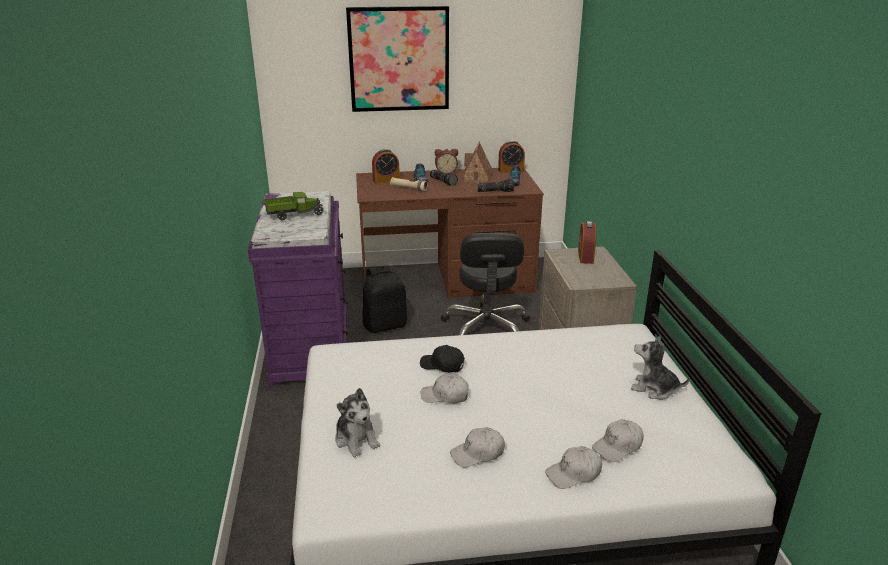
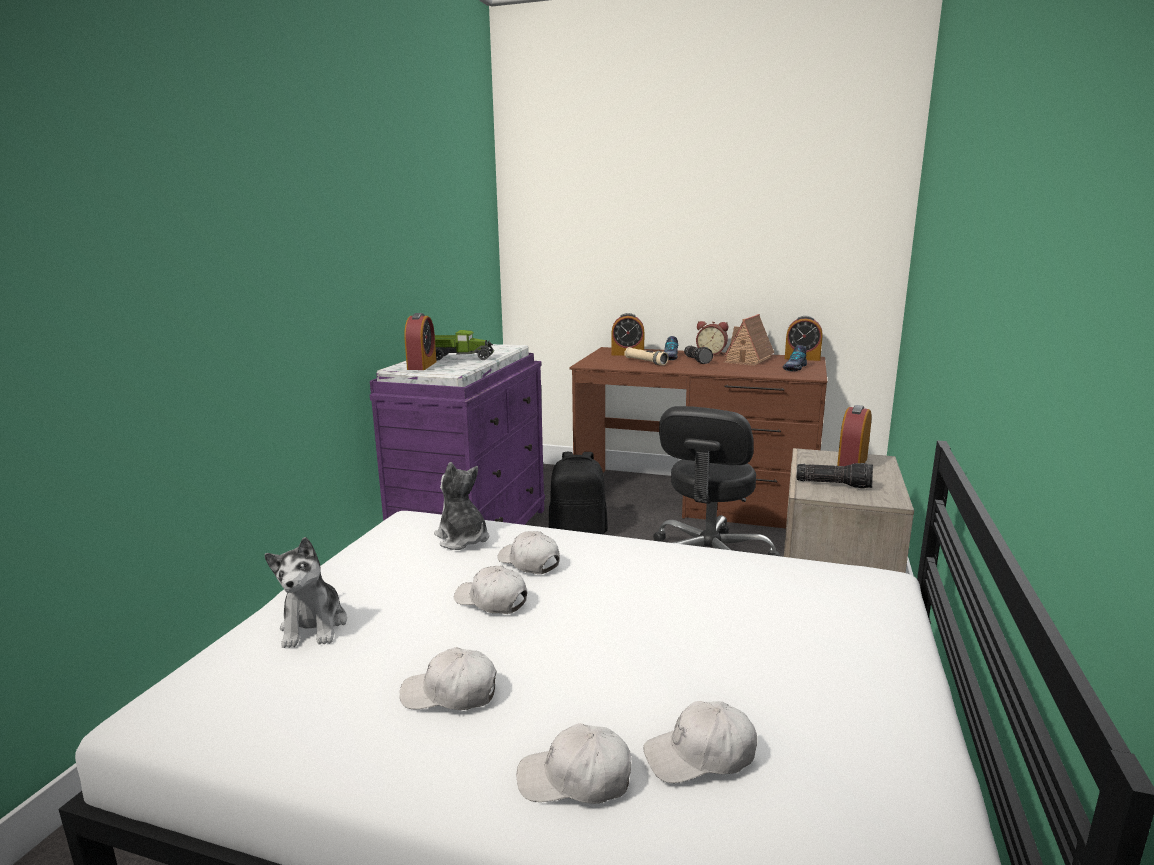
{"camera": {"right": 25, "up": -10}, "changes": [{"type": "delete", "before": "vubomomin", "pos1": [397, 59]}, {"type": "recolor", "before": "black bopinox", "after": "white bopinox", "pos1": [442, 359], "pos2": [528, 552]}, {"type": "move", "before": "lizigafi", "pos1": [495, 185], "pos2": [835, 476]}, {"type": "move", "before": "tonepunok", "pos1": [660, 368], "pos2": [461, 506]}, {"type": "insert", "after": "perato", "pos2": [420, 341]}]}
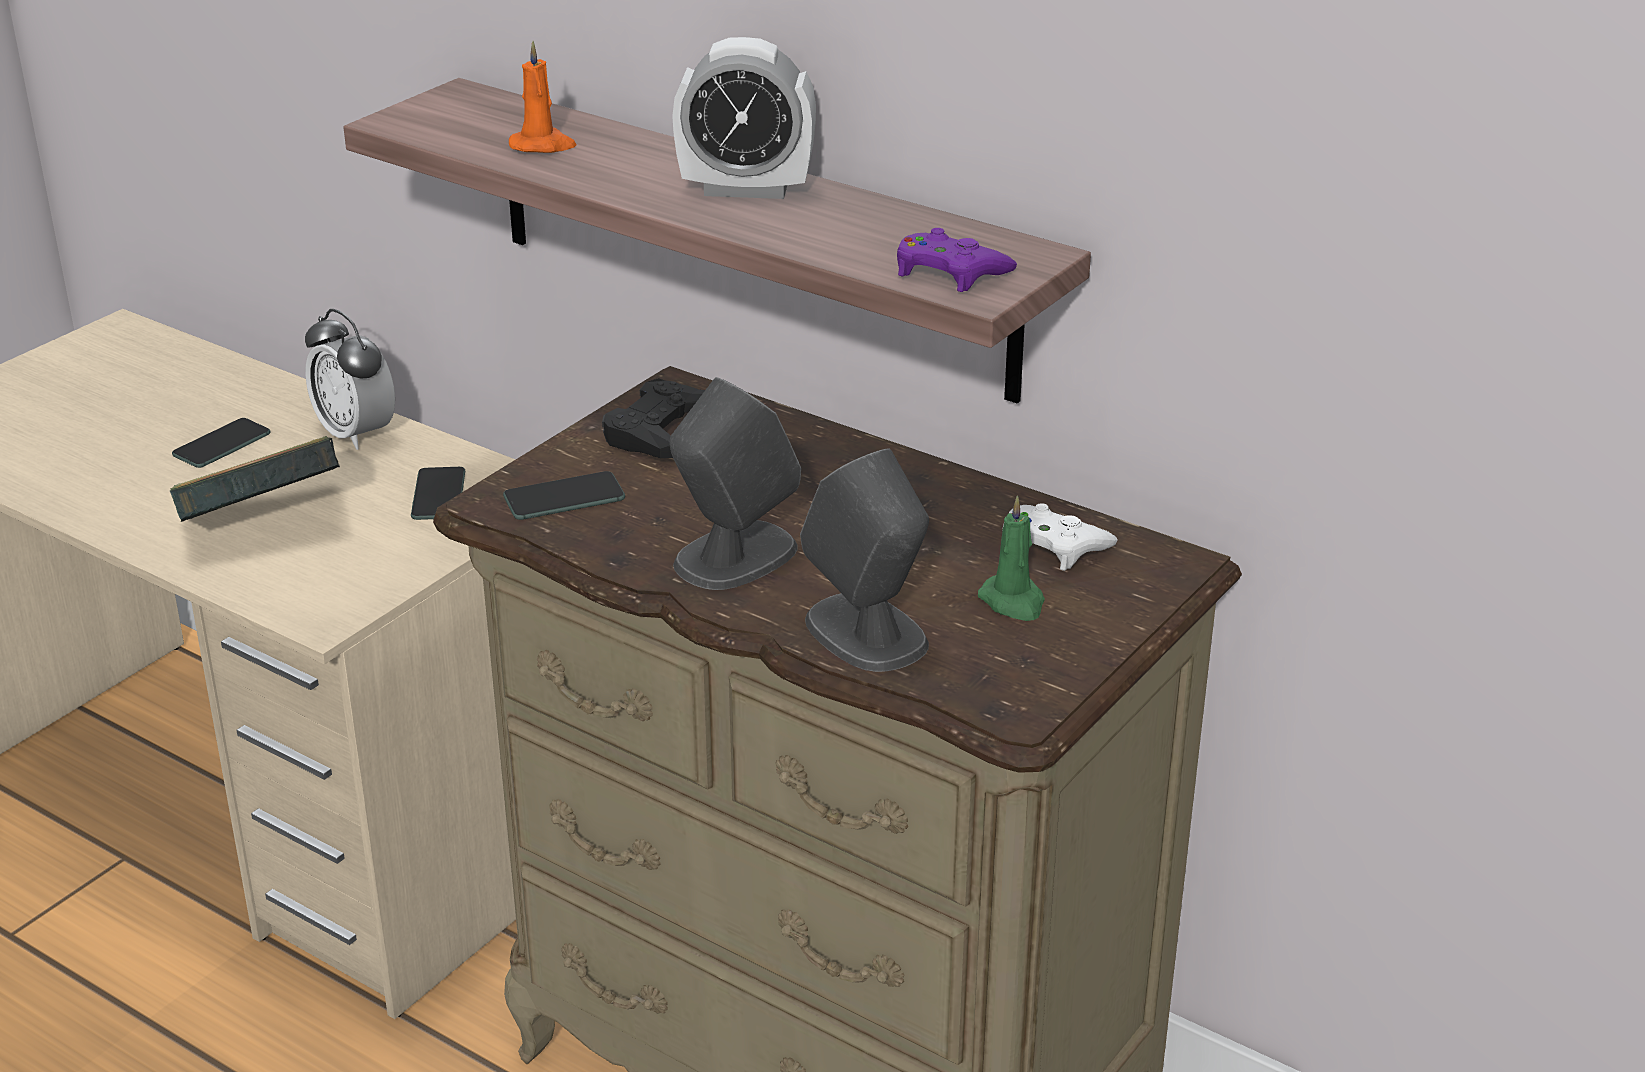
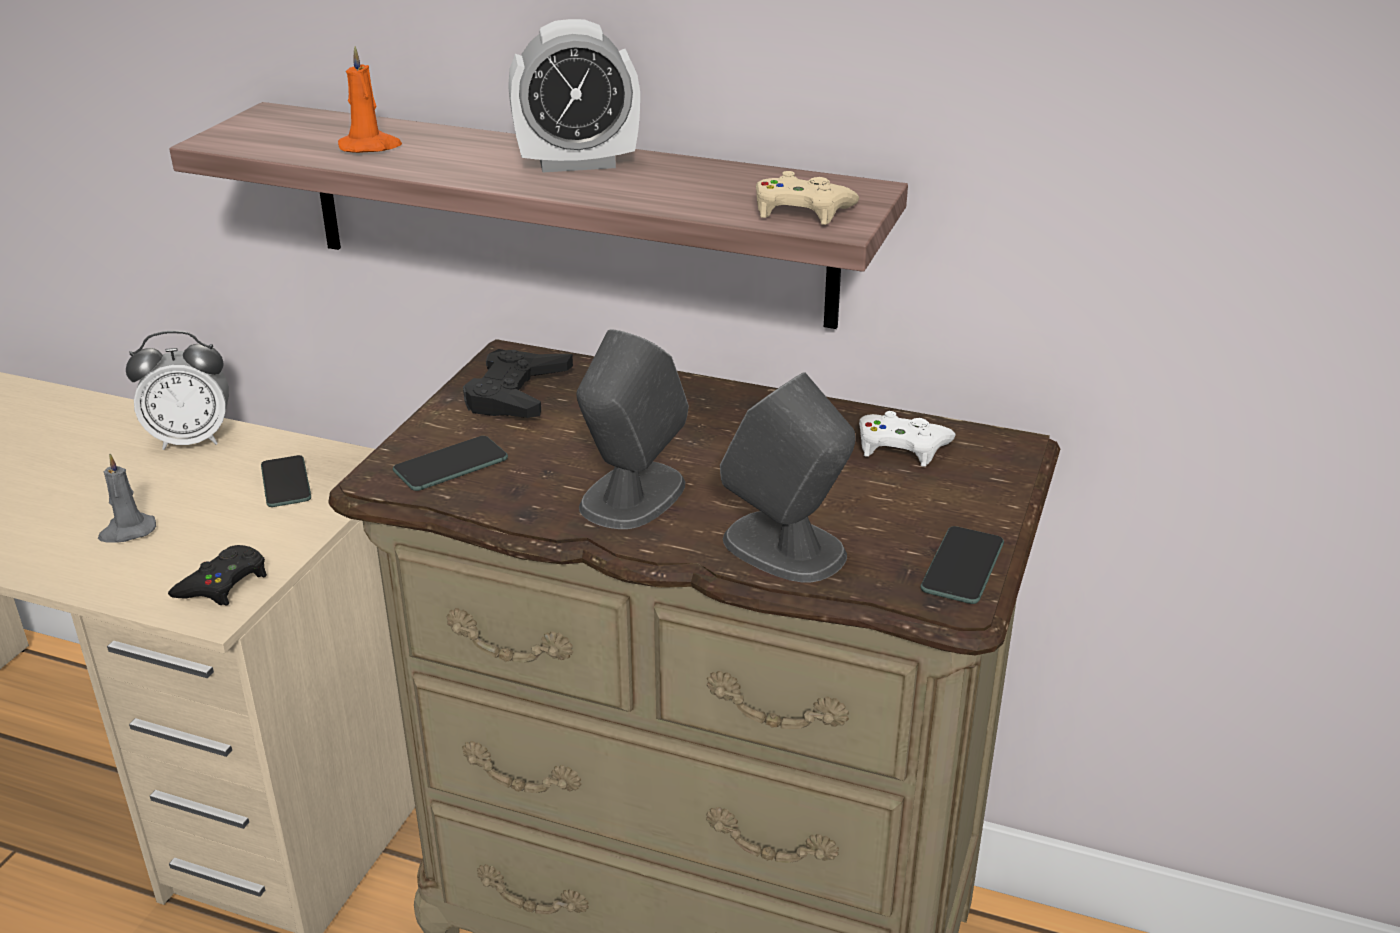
{"camera": {"right": -15, "up": 0}, "changes": [{"type": "replace", "before": "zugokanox", "after": "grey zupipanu", "pos1": [255, 479], "pos2": [127, 498]}, {"type": "move", "before": "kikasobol", "pos1": [221, 443], "pos2": [962, 565]}, {"type": "rotate", "before": "perato", "pos1": [350, 379], "pos2": [177, 390], "turn": -45}, {"type": "recolor", "before": "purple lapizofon", "after": "beige lapizofon", "pos1": [957, 260], "pos2": [807, 198]}, {"type": "delete", "before": "green zupipanu", "pos1": [1011, 558]}, {"type": "insert", "after": "black lapizofon", "pos2": [217, 575]}]}
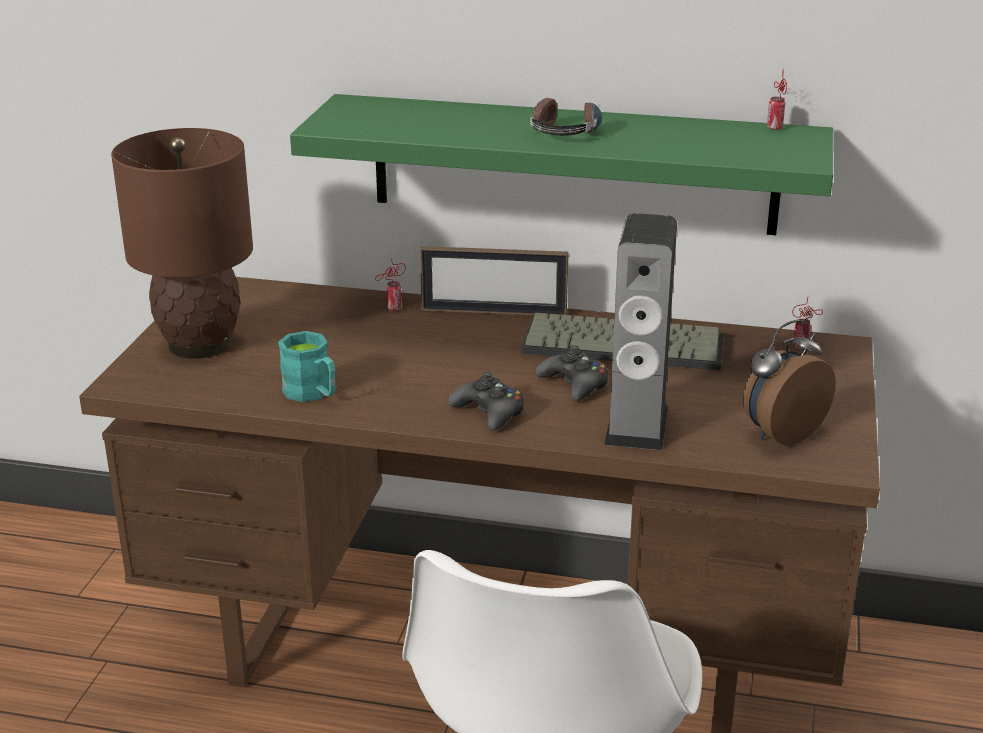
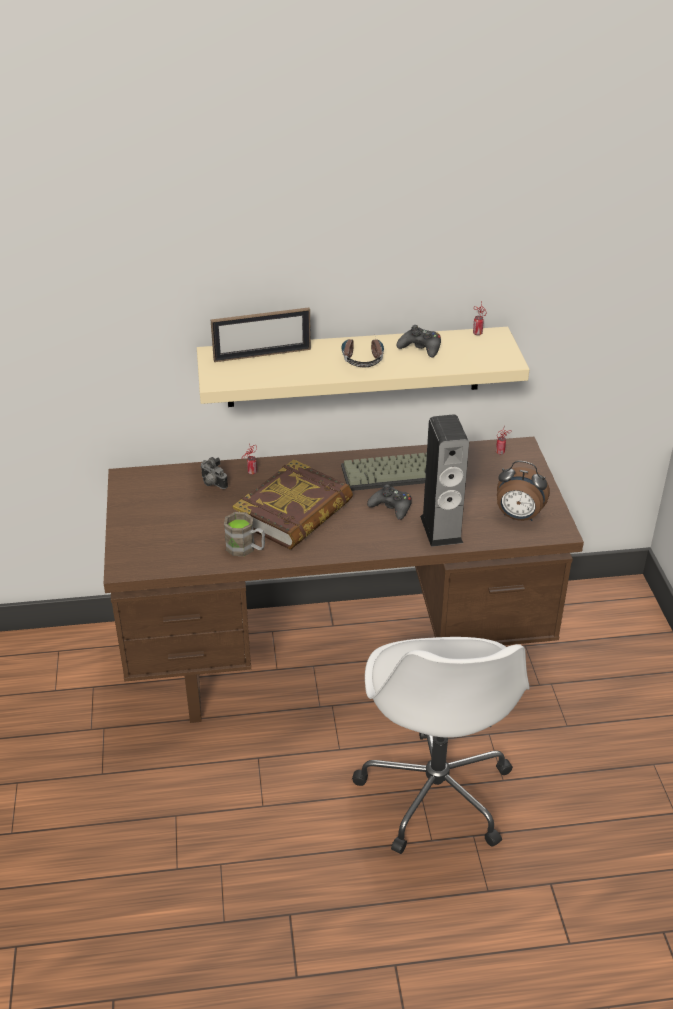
{"camera": {"right": -20, "up": 10}, "changes": [{"type": "delete", "before": "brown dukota", "pos1": [182, 243]}, {"type": "recolor", "before": "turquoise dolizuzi", "after": "brown dolizuzi", "pos1": [306, 366], "pos2": [244, 534]}, {"type": "recolor", "before": "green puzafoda", "after": "beige puzafoda", "pos1": [561, 164], "pos2": [363, 367]}, {"type": "move", "before": "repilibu", "pos1": [494, 281], "pos2": [261, 334]}, {"type": "move", "before": "black lapizofon", "pos1": [486, 401], "pos2": [419, 341]}, {"type": "rotate", "before": "perato", "pos1": [789, 382], "pos2": [523, 491], "turn": -105}, {"type": "insert", "after": "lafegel", "pos2": [214, 473]}, {"type": "insert", "after": "zugokanox", "pos2": [293, 505]}]}
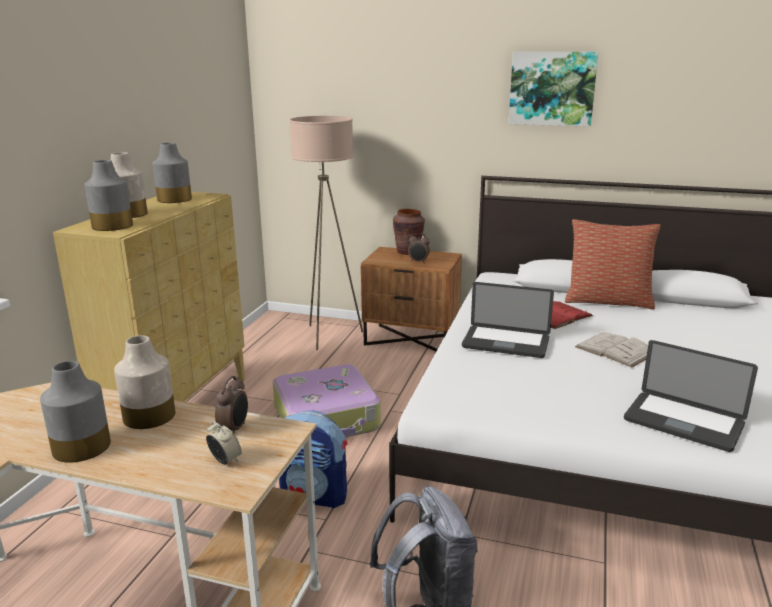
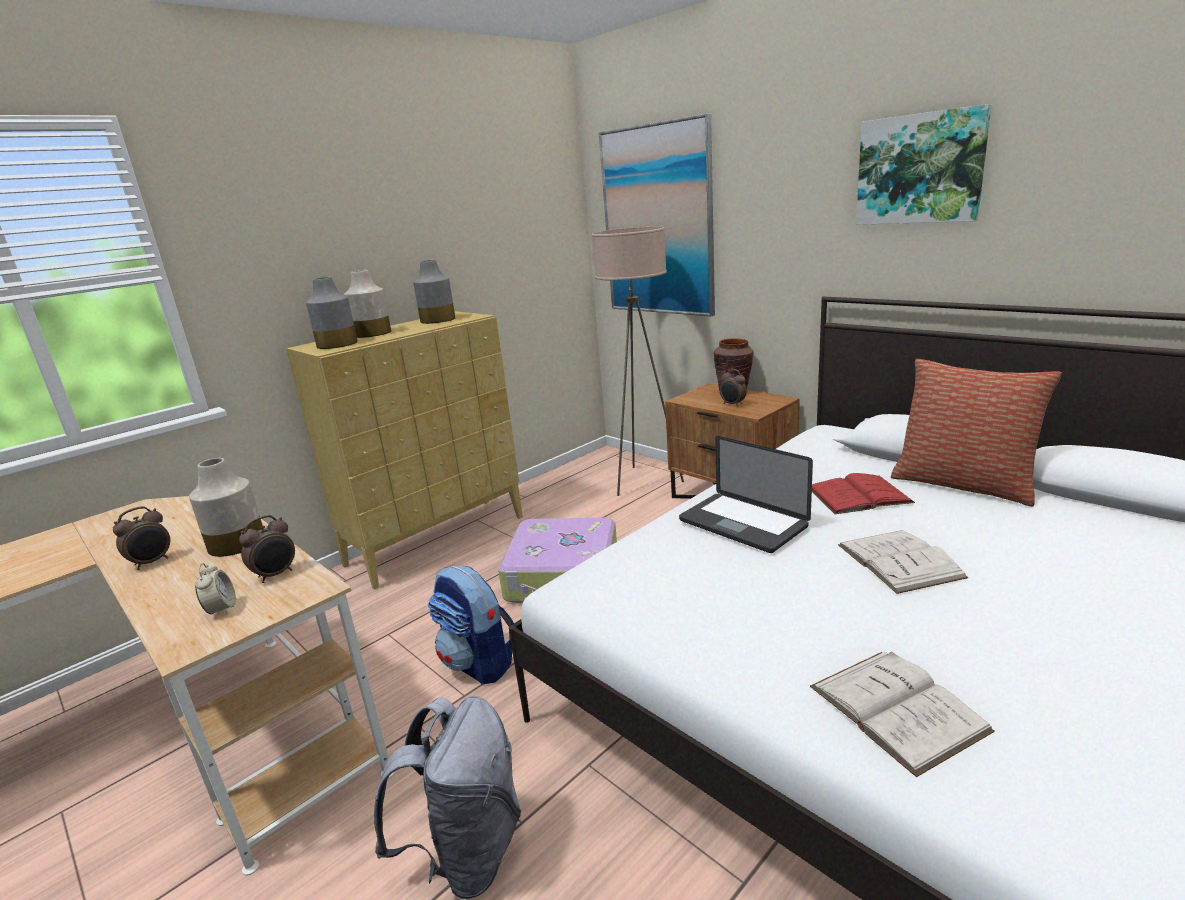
{"camera": {"right": 30, "up": 0}, "changes": [{"type": "replace", "before": "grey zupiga", "after": "perato", "pos1": [75, 412], "pos2": [141, 538]}, {"type": "replace", "before": "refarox", "after": "white zugokanox", "pos1": [691, 396], "pos2": [902, 714]}, {"type": "insert", "after": "vubomomin", "pos2": [657, 214]}]}
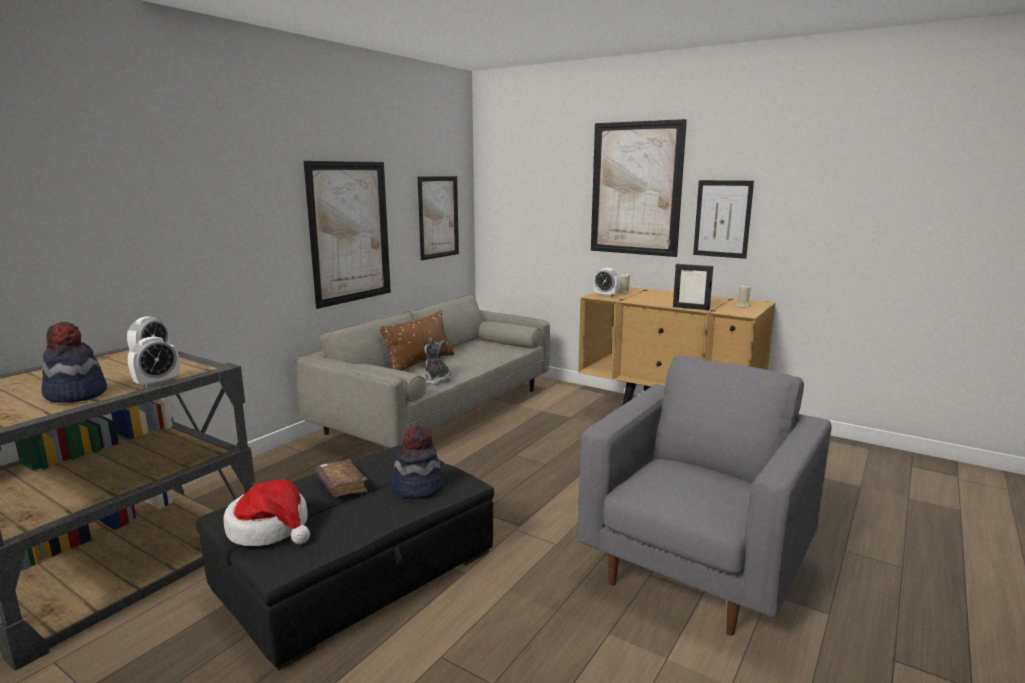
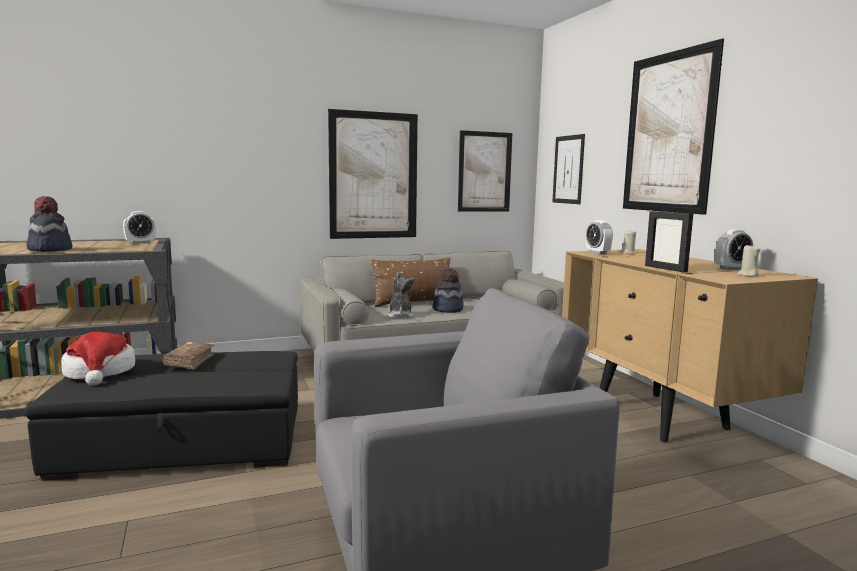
{"camera": {"right": 35, "up": -5}, "changes": [{"type": "move", "before": "perato", "pos1": [154, 362], "pos2": [734, 249]}, {"type": "move", "before": "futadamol", "pos1": [417, 462], "pos2": [448, 290]}, {"type": "move", "before": "vubomomin", "pos1": [723, 219], "pos2": [568, 169]}]}
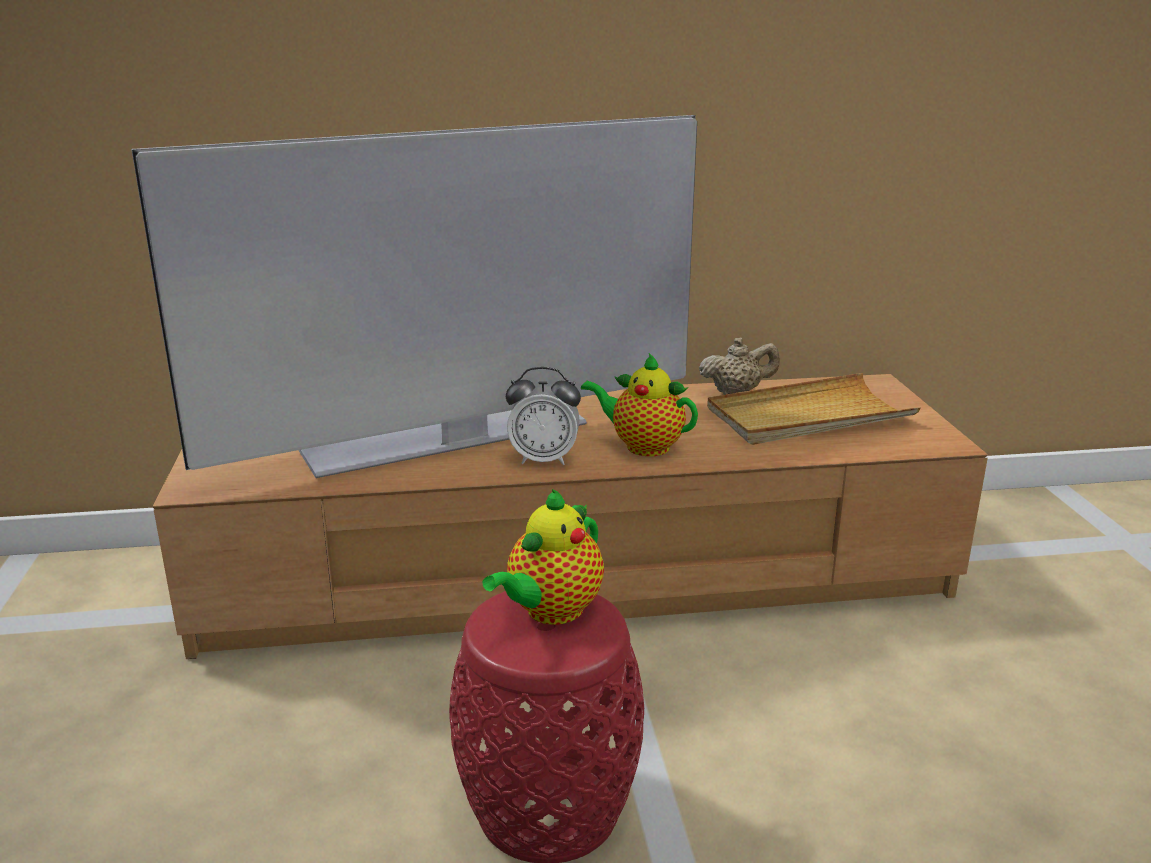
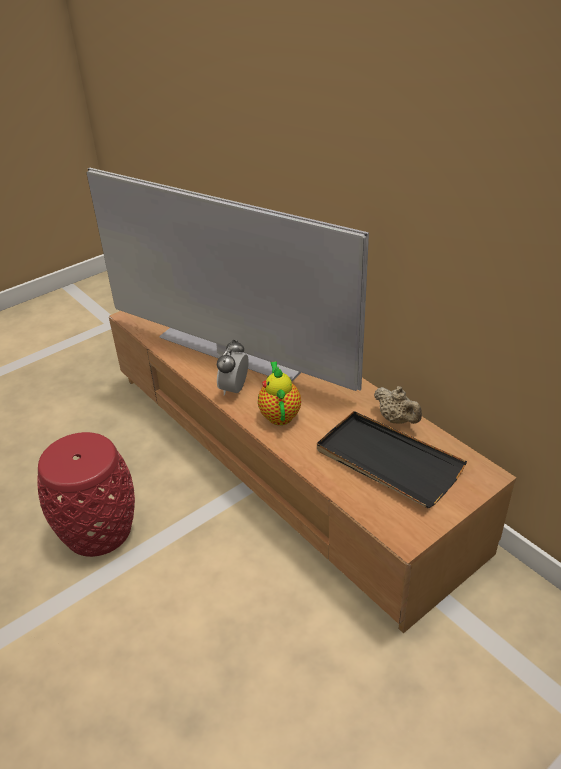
{"camera": {"right": 60, "up": 15}, "changes": [{"type": "delete", "before": "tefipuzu", "pos1": [543, 557]}, {"type": "rotate", "before": "perato", "pos1": [543, 416], "pos2": [233, 368], "turn": 45}, {"type": "recolor", "before": "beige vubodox", "after": "black vubodox", "pos1": [814, 409], "pos2": [392, 459]}]}
